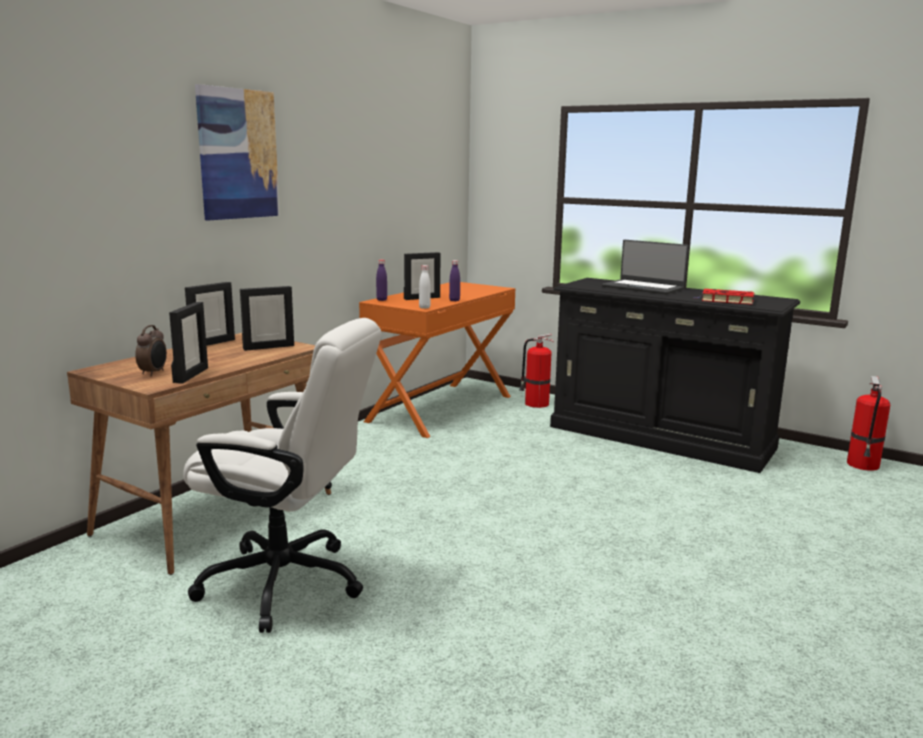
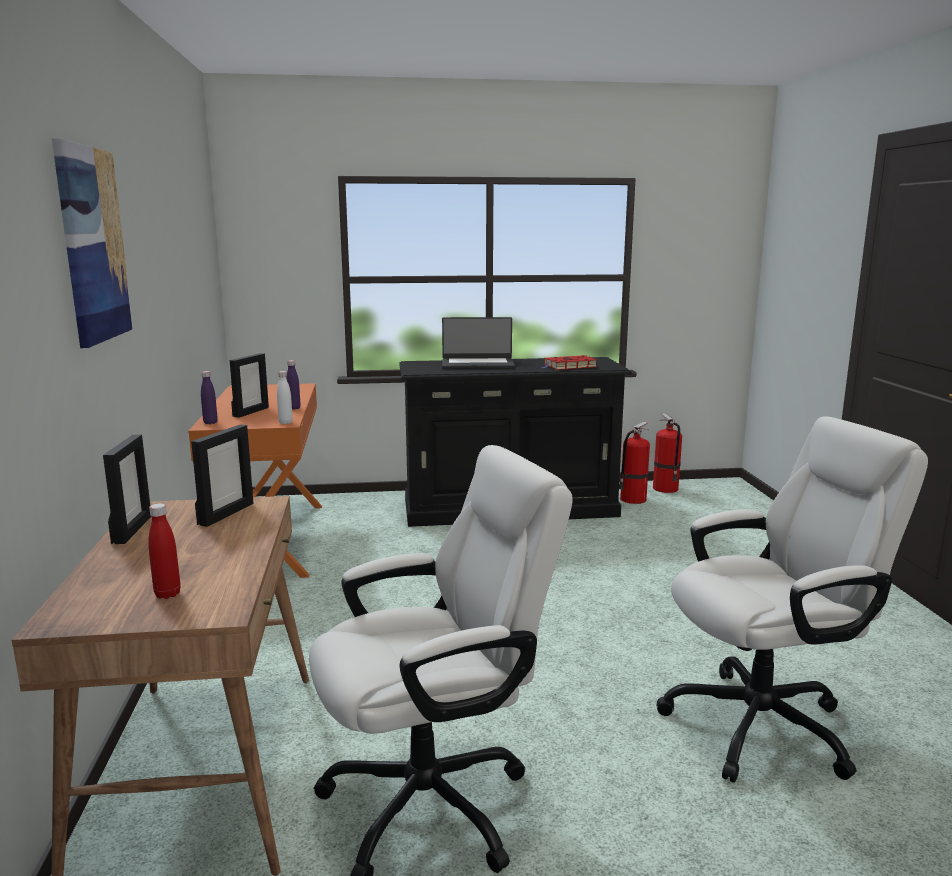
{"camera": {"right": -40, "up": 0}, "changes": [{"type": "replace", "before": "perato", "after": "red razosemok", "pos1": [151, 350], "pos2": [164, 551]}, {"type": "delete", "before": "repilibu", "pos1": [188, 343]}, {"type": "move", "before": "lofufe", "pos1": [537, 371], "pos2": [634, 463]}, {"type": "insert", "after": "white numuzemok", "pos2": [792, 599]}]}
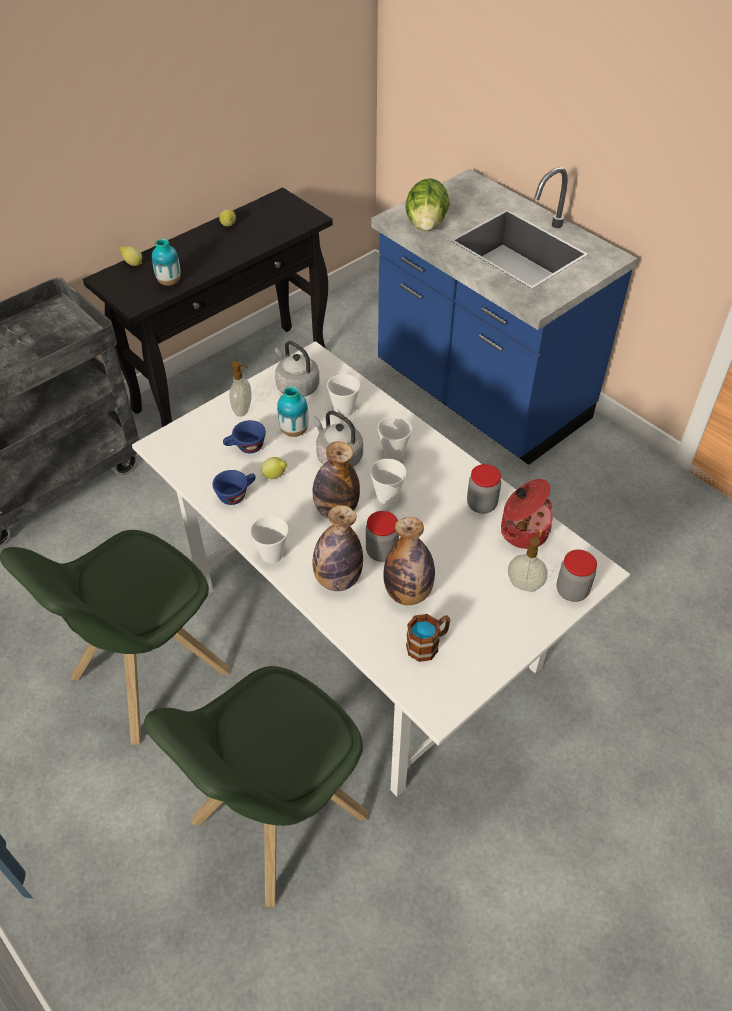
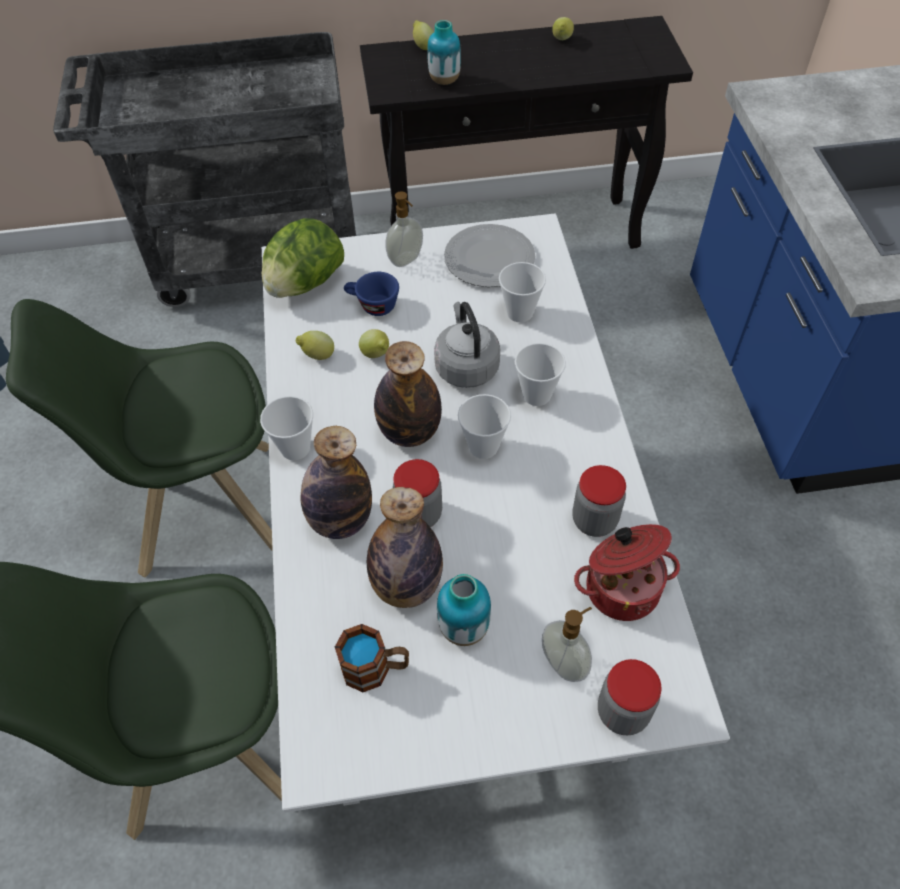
{"camera": {"right": 35, "up": 5}, "changes": [{"type": "replace", "before": "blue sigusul", "after": "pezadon", "pos1": [234, 487], "pos2": [315, 345]}, {"type": "replace", "before": "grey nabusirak", "after": "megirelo", "pos1": [297, 369], "pos2": [489, 255]}, {"type": "move", "before": "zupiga", "pos1": [292, 411], "pos2": [464, 610]}, {"type": "move", "before": "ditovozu", "pos1": [427, 204], "pos2": [303, 258]}]}
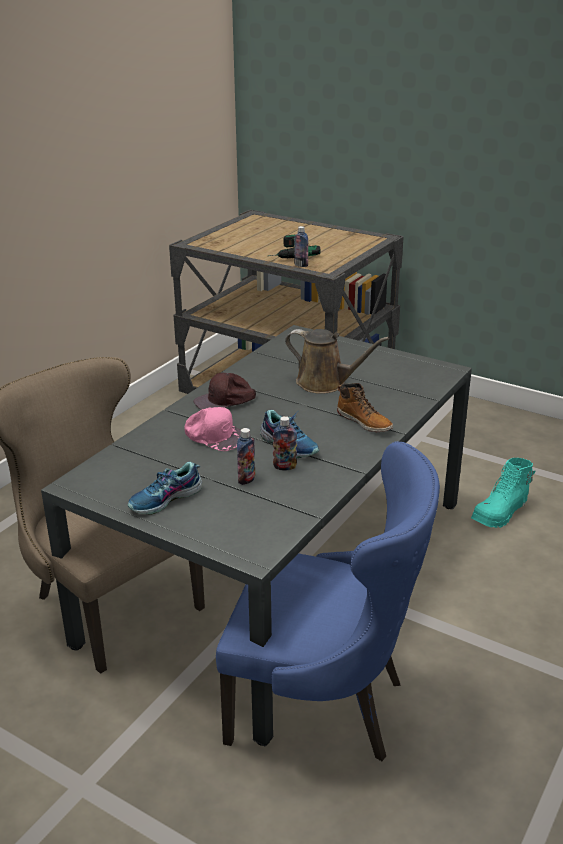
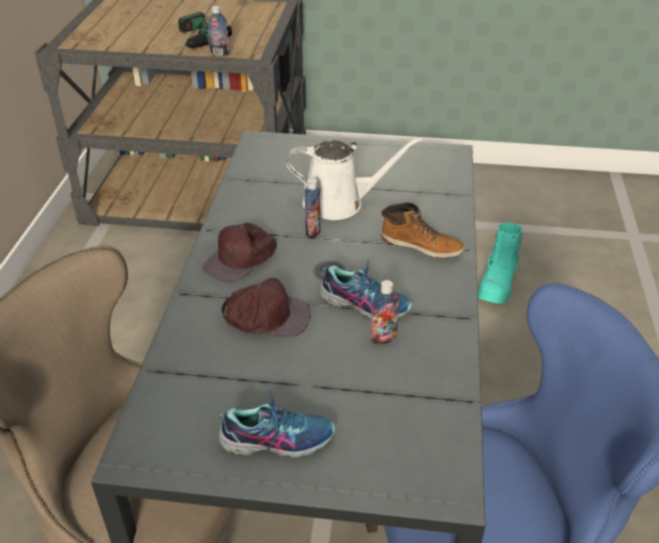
{"camera": {"right": -25, "up": 10}, "changes": [{"type": "rotate", "before": "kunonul", "pos1": [165, 488], "pos2": [276, 423], "turn": -120}, {"type": "recolor", "before": "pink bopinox", "after": "brown bopinox", "pos1": [212, 429], "pos2": [266, 307]}, {"type": "move", "before": "razosemok", "pos1": [246, 456], "pos2": [312, 208]}, {"type": "recolor", "before": "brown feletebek", "after": "white feletebek", "pos1": [337, 361], "pos2": [354, 178]}]}
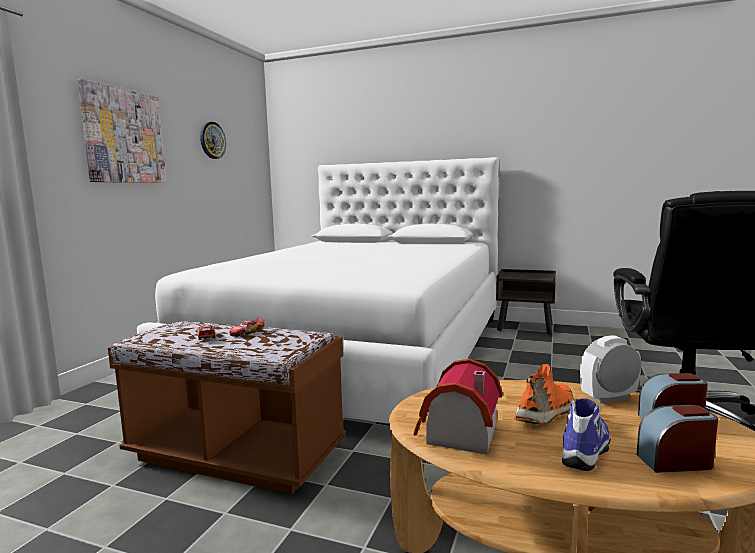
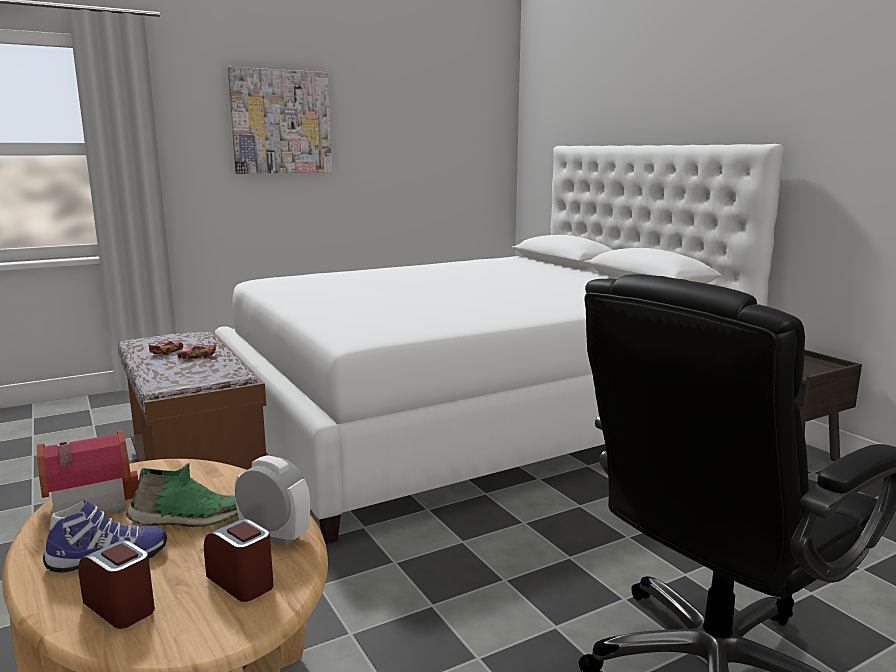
{"camera": {"right": 40, "up": 5}, "changes": [{"type": "delete", "before": "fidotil", "pos1": [213, 140]}, {"type": "recolor", "before": "orange kunonul", "after": "green kunonul", "pos1": [544, 394], "pos2": [182, 495]}]}
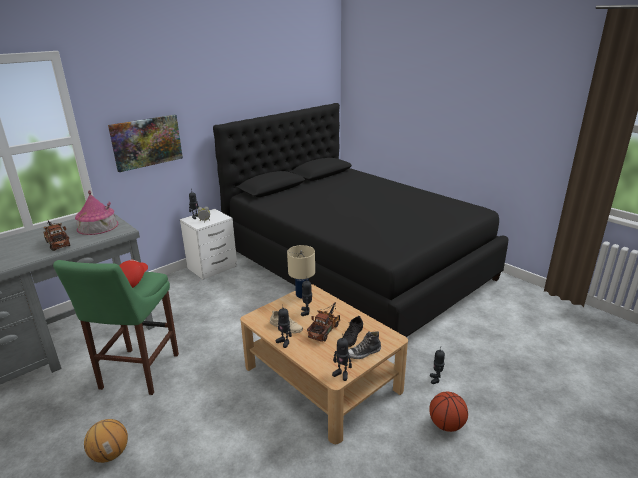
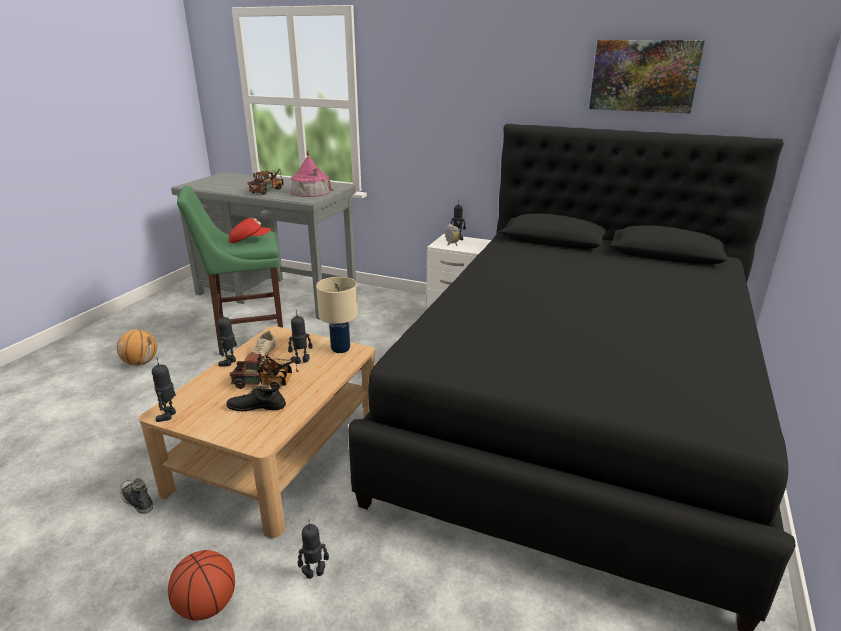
{"camera": {"right": 65, "up": 0}, "changes": [{"type": "move", "before": "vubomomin", "pos1": [145, 143], "pos2": [647, 76]}, {"type": "move", "before": "kunonul", "pos1": [364, 345], "pos2": [136, 496]}]}
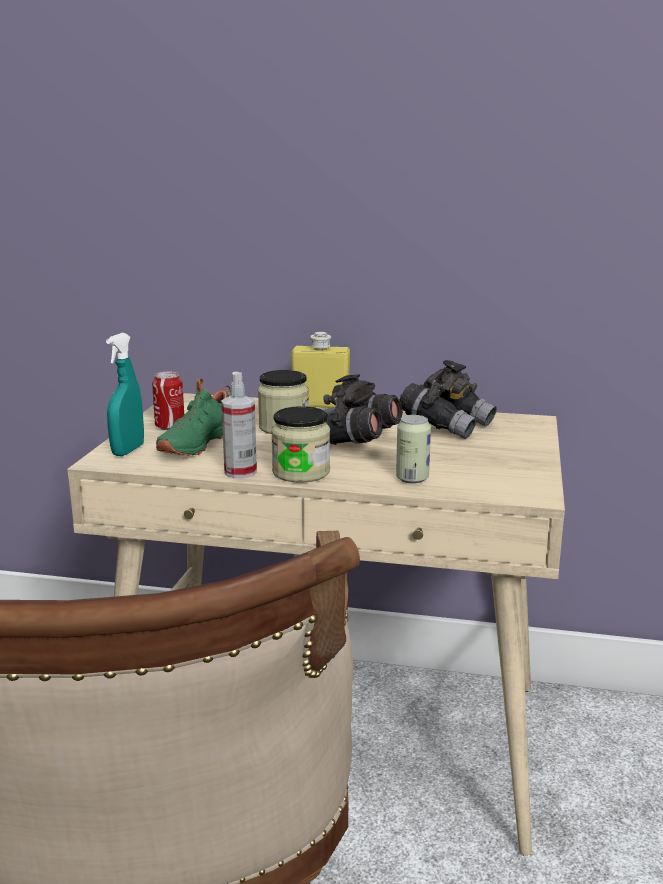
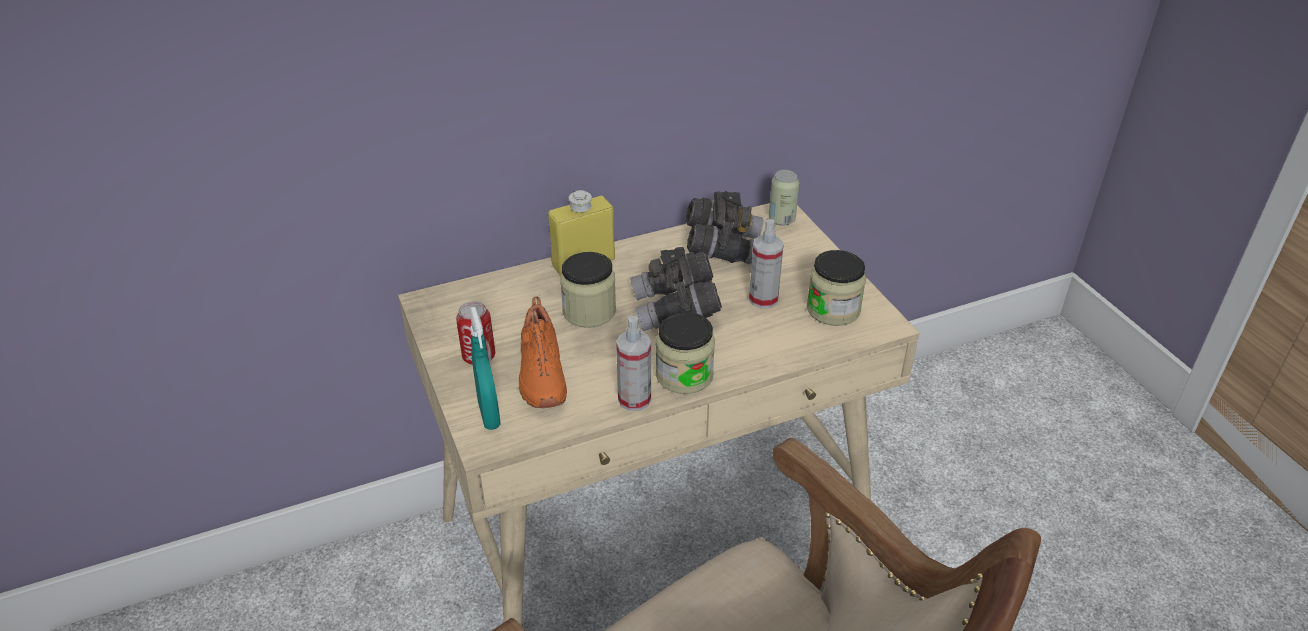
{"camera": {"right": -35, "up": 20}, "changes": [{"type": "recolor", "before": "green kunonul", "after": "orange kunonul", "pos1": [193, 417], "pos2": [543, 352]}, {"type": "move", "before": "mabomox", "pos1": [413, 449], "pos2": [784, 198]}, {"type": "insert", "after": "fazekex", "pos2": [766, 264]}, {"type": "insert", "after": "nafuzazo", "pos2": [836, 288]}]}
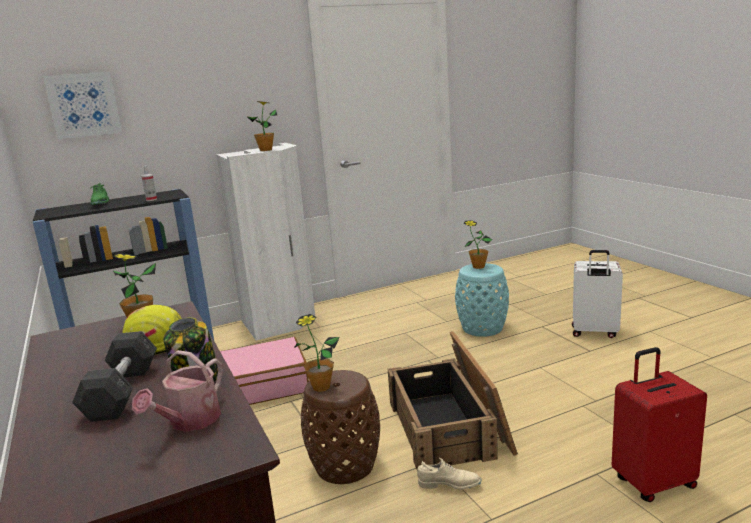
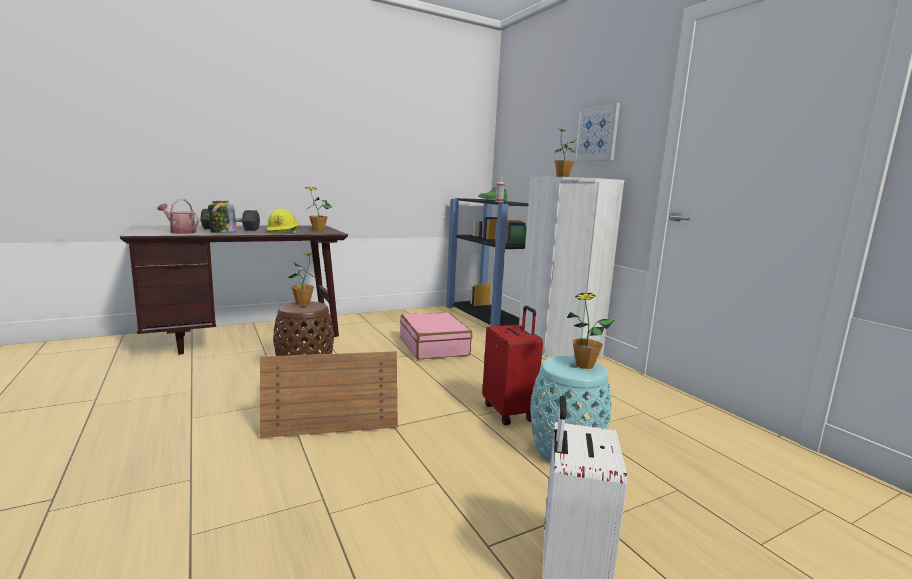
{"camera": {"right": 85, "up": -5}, "changes": [{"type": "move", "before": "vubomomin", "pos1": [82, 105], "pos2": [596, 132]}, {"type": "delete", "before": "beige kunonul", "pos1": [449, 473]}, {"type": "move", "before": "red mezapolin", "pos1": [659, 424], "pos2": [512, 365]}]}
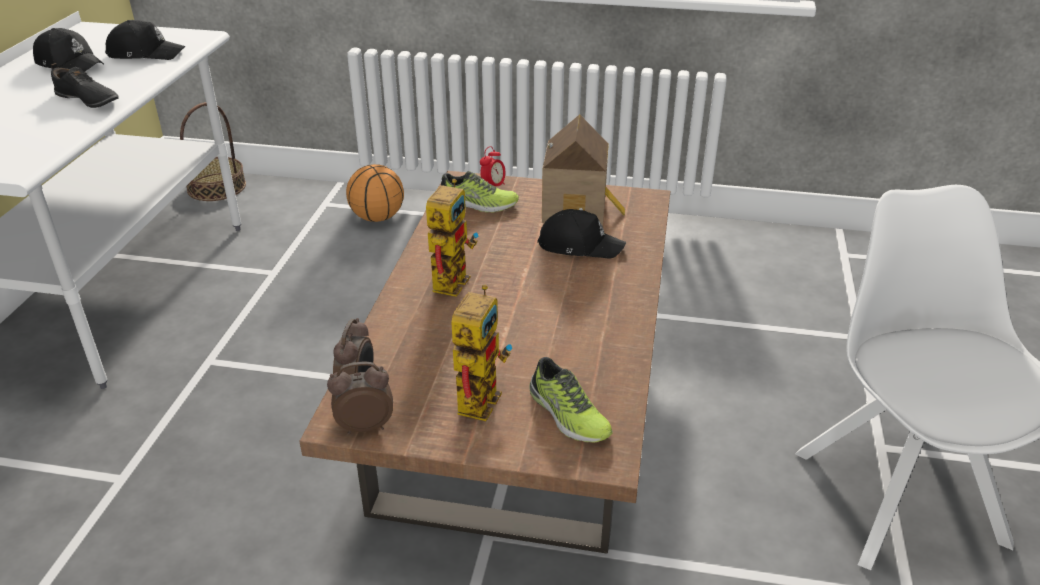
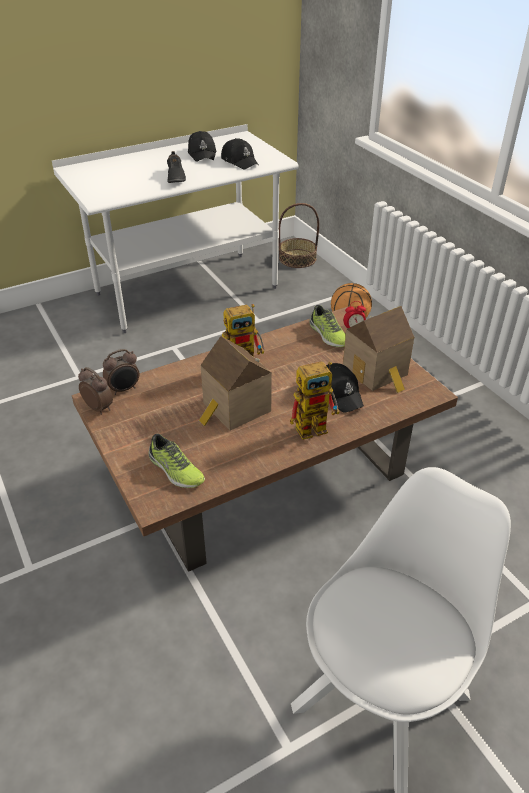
{"camera": {"right": 50, "up": 5}, "changes": [{"type": "move", "before": "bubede", "pos1": [481, 352], "pos2": [315, 400]}, {"type": "rotate", "before": "kunonul", "pos1": [571, 400], "pos2": [176, 461], "turn": -60}, {"type": "insert", "after": "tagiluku", "pos2": [235, 383]}]}
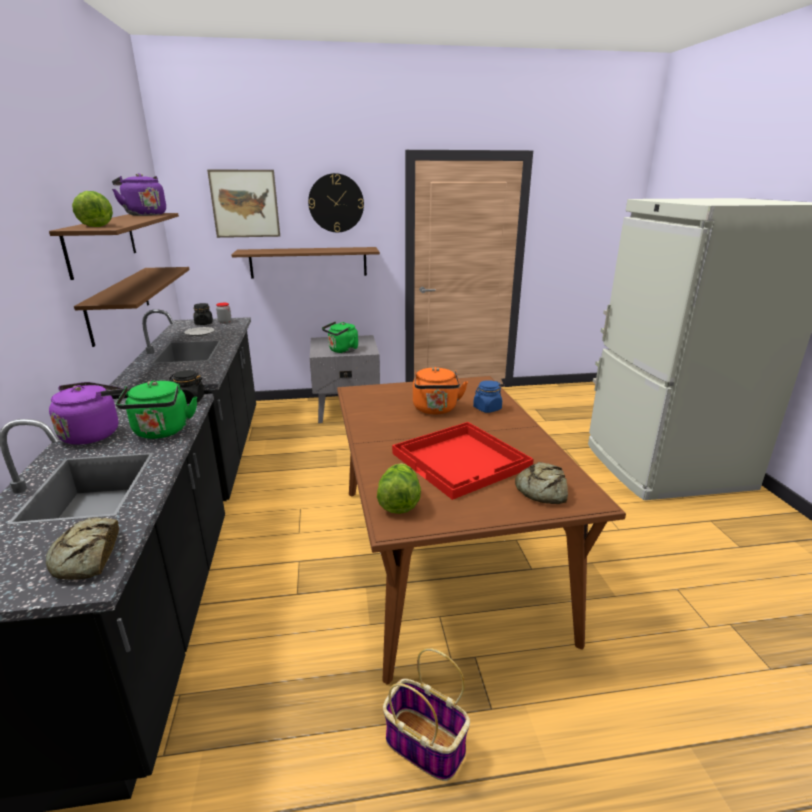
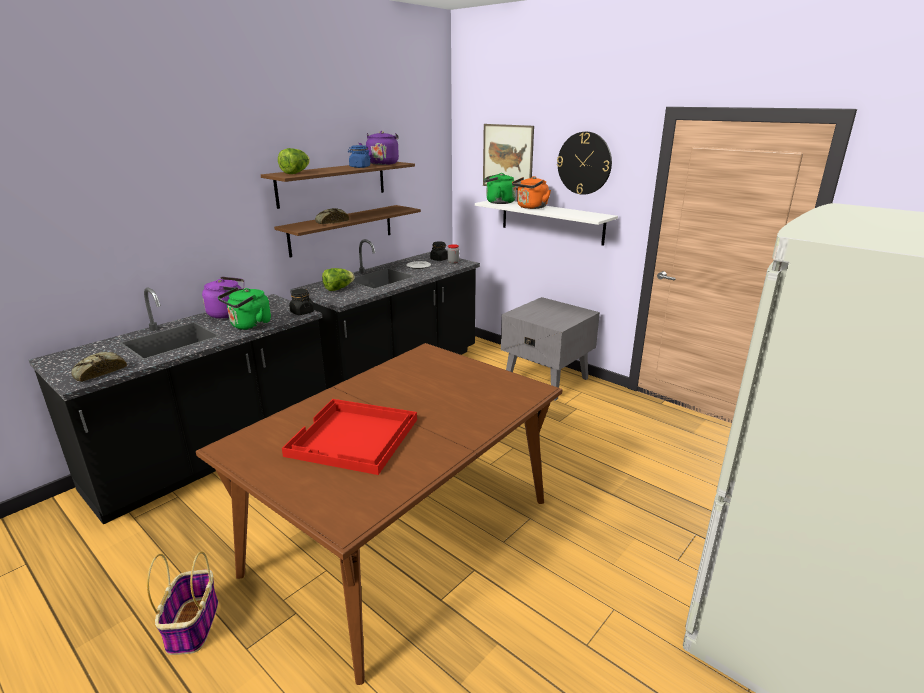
{"camera": {"right": 50, "up": 0}, "changes": [{"type": "recolor", "before": "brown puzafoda", "after": "white puzafoda", "pos1": [306, 263], "pos2": [546, 223]}, {"type": "move", "before": "green nabusirak", "pos1": [340, 337], "pos2": [499, 188]}, {"type": "move", "before": "ditovozu", "pos1": [399, 488], "pos2": [338, 279]}, {"type": "move", "before": "orange nabusirak", "pos1": [440, 390], "pos2": [531, 192]}, {"type": "move", "before": "blue nafuzazo", "pos1": [487, 396], "pos2": [359, 156]}, {"type": "move", "before": "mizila", "pos1": [541, 483], "pos2": [332, 216]}]}
